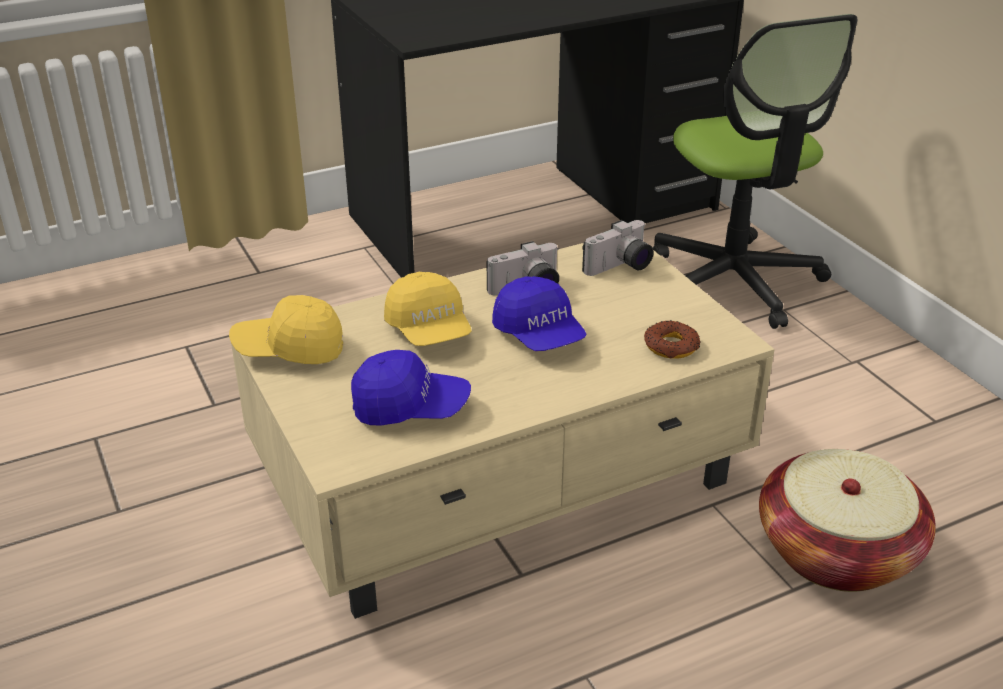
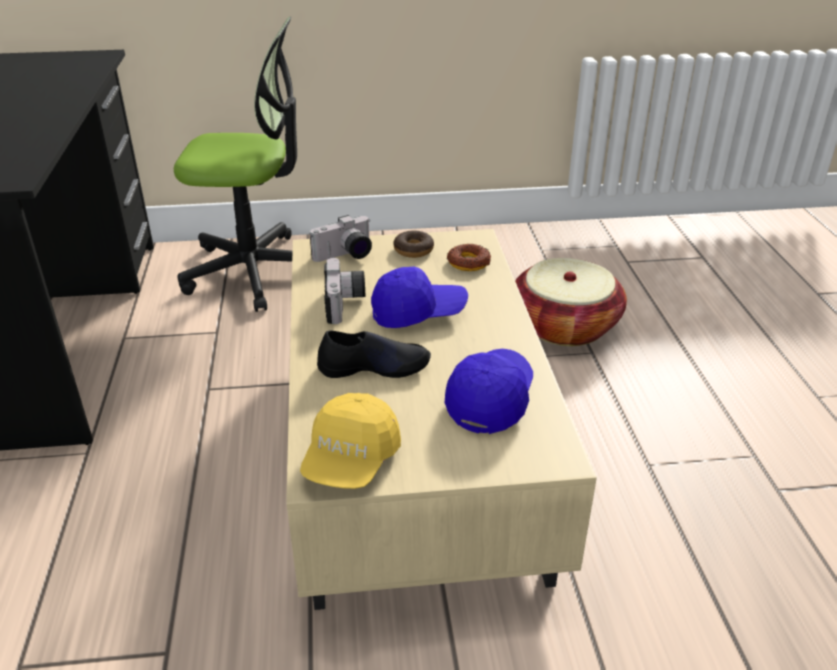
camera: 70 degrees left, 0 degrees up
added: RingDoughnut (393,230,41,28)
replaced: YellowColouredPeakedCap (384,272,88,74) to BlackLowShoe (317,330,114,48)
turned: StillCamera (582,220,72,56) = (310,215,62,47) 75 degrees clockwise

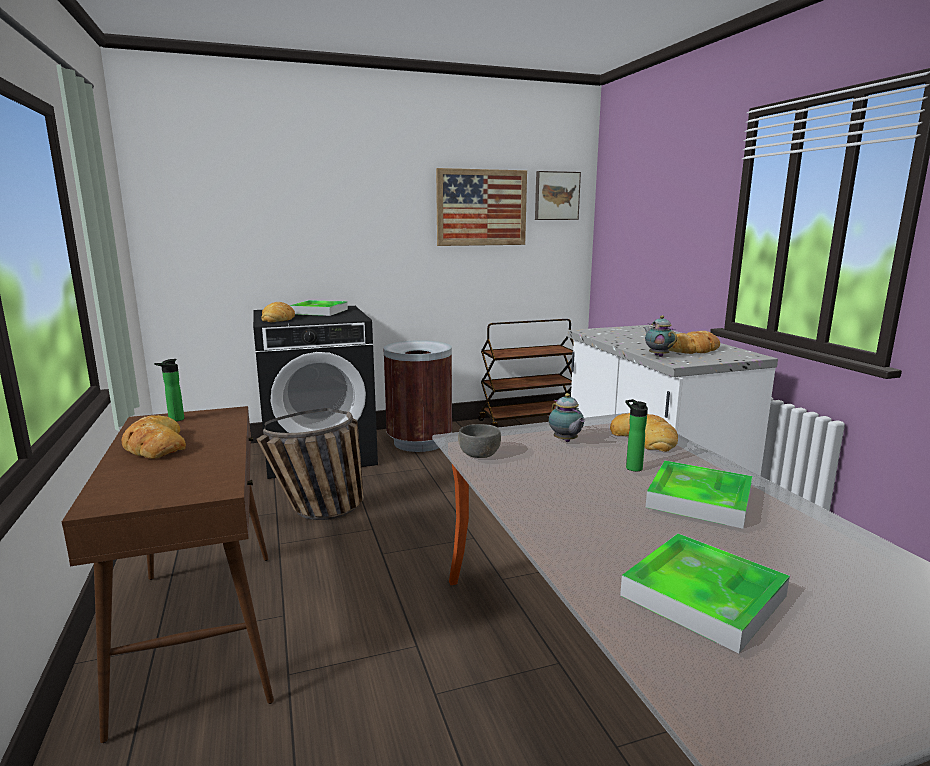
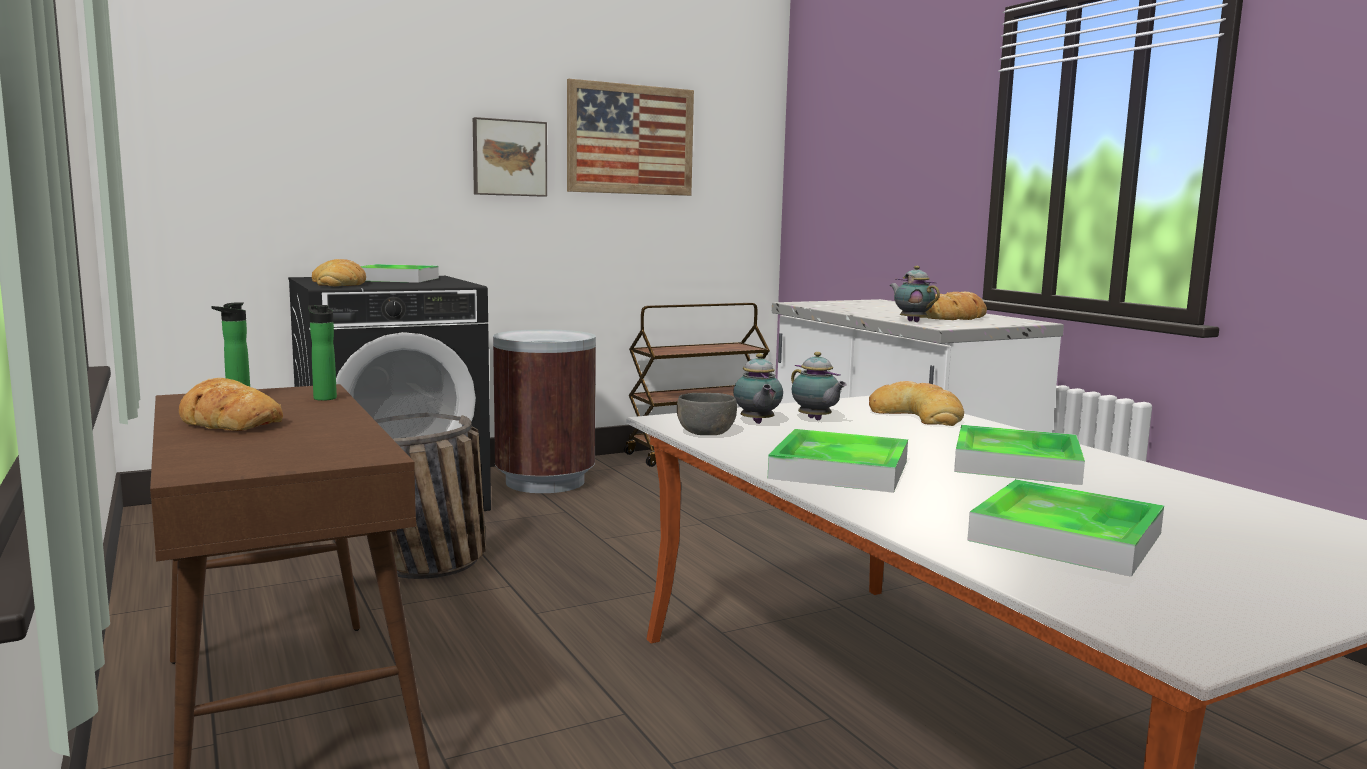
camera: 10 degrees left, 5 degrees down
added: Teapot (733,353,50,71); Tray (768,429,140,64)
moved: WallArt (535,171,46,49) to (473,117,74,80); DrinkBottle (625,399,23,72) to (308,305,29,96)

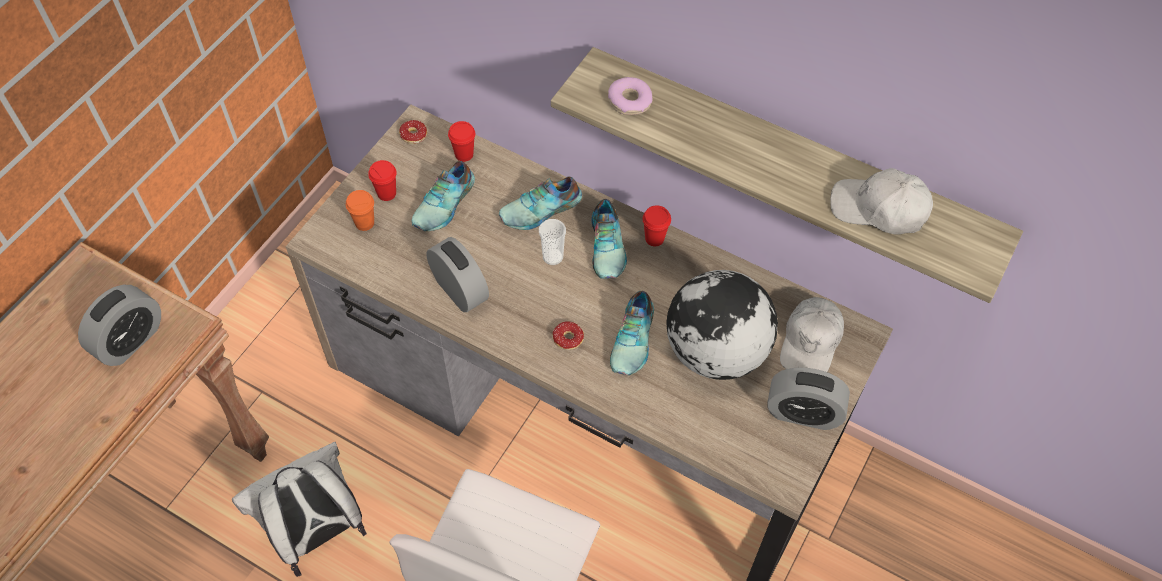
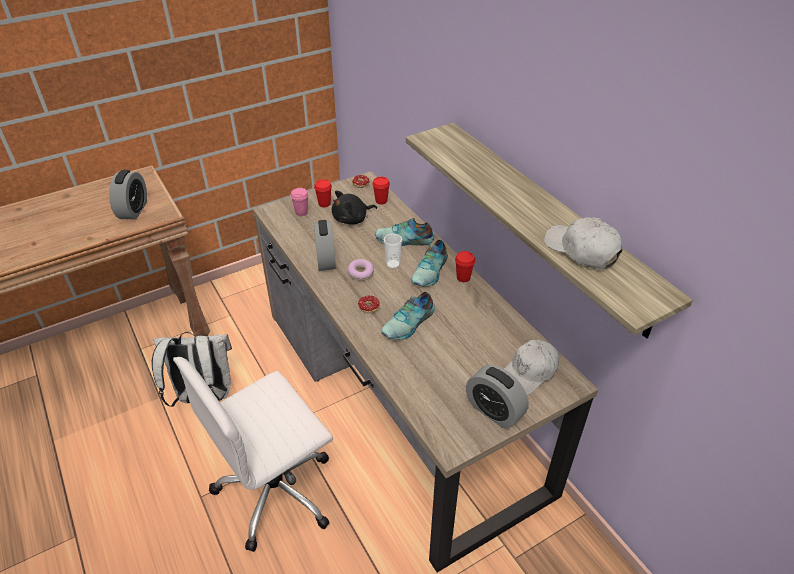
camera: 30 degrees right, 15 degrees down
removed: Globe (666,270,112,110)
moved: RingDoughnut (608,77,45,38) to (348,259,26,22)
replaced: LowShoe (412,161,63,70) to BlackPlushToy (332,191,45,34)
recoloured: OrangeCup (346,190,28,41) to PinkishCup (291,188,18,28)
turned: AlarmClock (78,285,83,81) = (109,170,38,50) 60 degrees counterclockwise

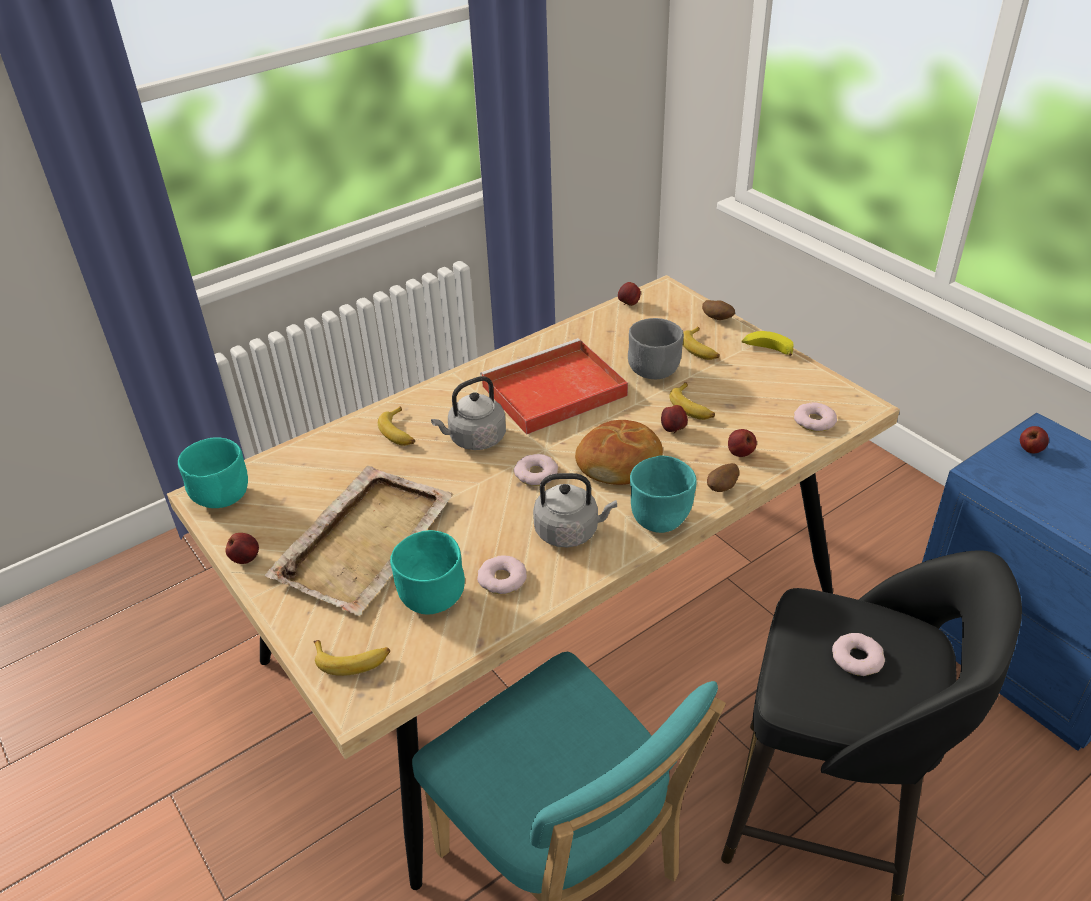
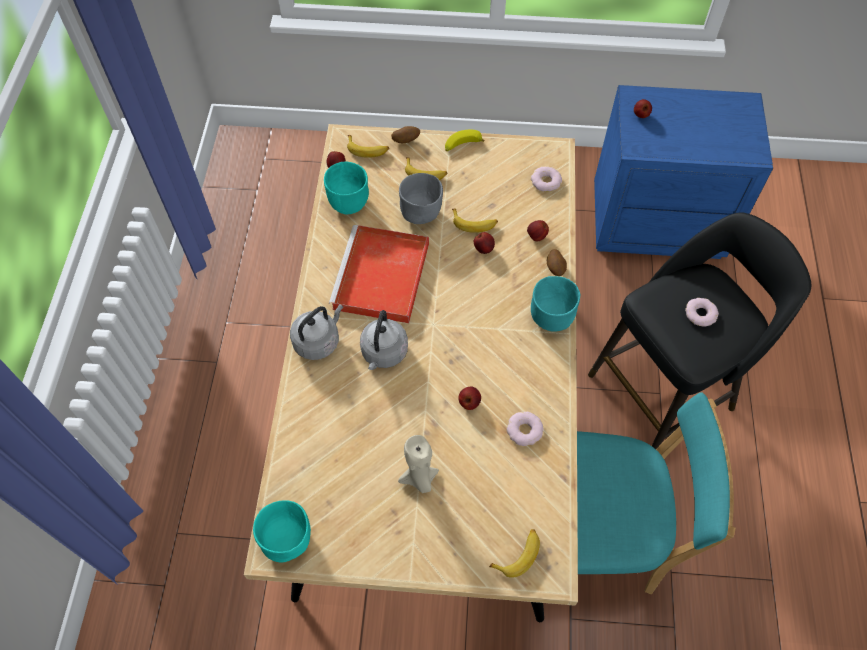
camera: 50 degrees left, 20 degrees up
removed: Bread (575,420,88,65); RingDoughnut (514,454,44,32)
moved: WholeBanana (378,406,37,40) to (347,135,42,23); GreyKettle (533,473,84,74) to (290,304,53,56); TurquoiseColouredServingBowl (390,530,75,85) to (324,162,45,52); AppleFruit (225,533,34,31) to (458,387,23,23)
replaced: BeigeColouredTray (265,466,189,150) to BeigeColouredWaxCandle (398,435,41,58)

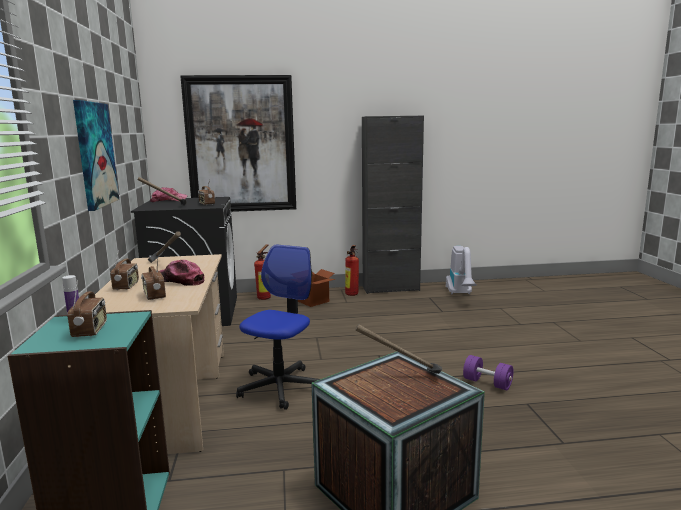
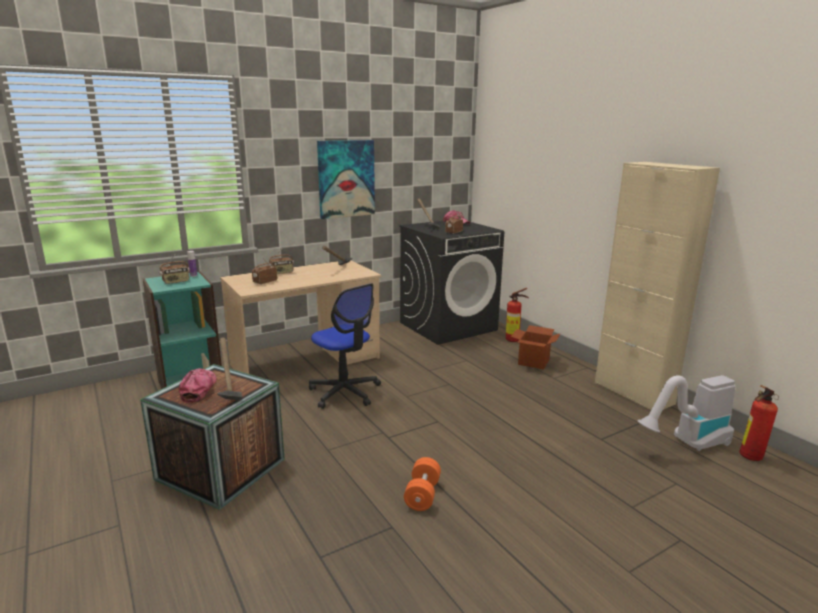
camera: 65 degrees right, 5 degrees up
removed: WallArt (180,75,116,137)
moved: FireFightingCylinder (345,245,14,51) to (740,385,39,76); PeakedCap (160,260,44,26) to (179,368,38,35)
recoloured: BlackCupboard (362,115,62,179) to BeigeColouredCupboard (595,162,125,248); PurplishDumbbell (463,355,51,35) to OrangeDumbbell (404,457,37,54)
turned: OfficeChair (236,244,84,166) = (309,283,72,126) 45 degrees clockwise

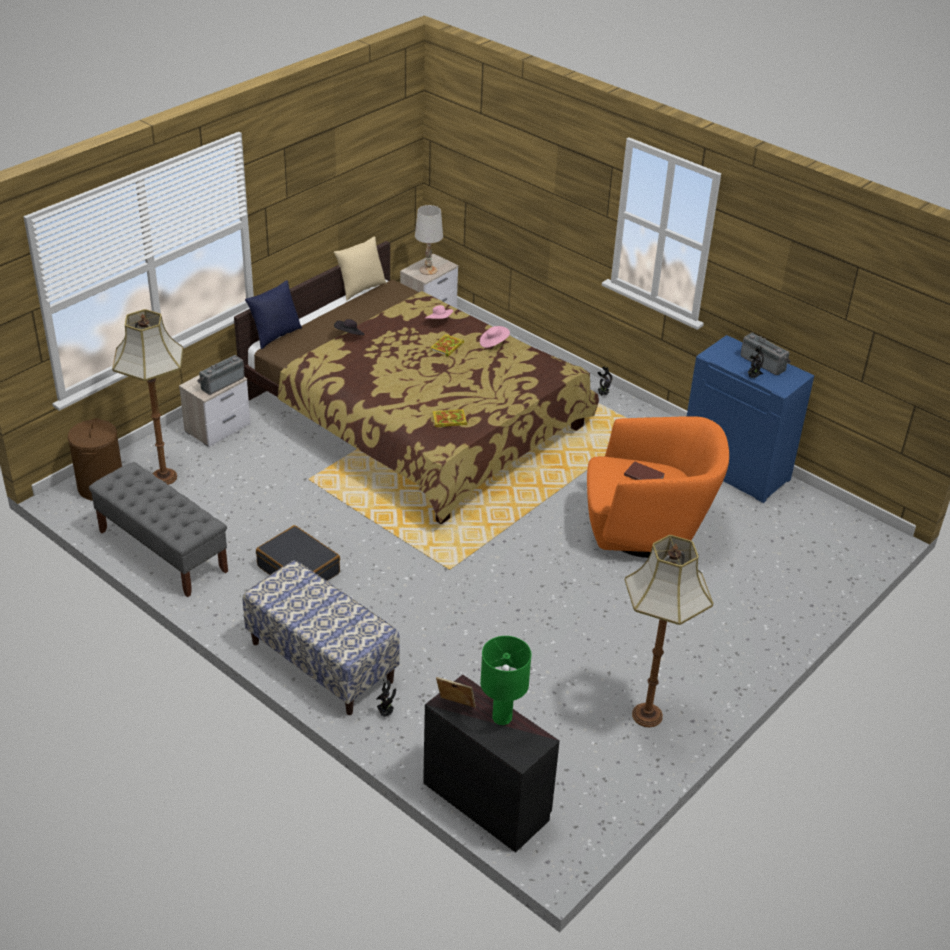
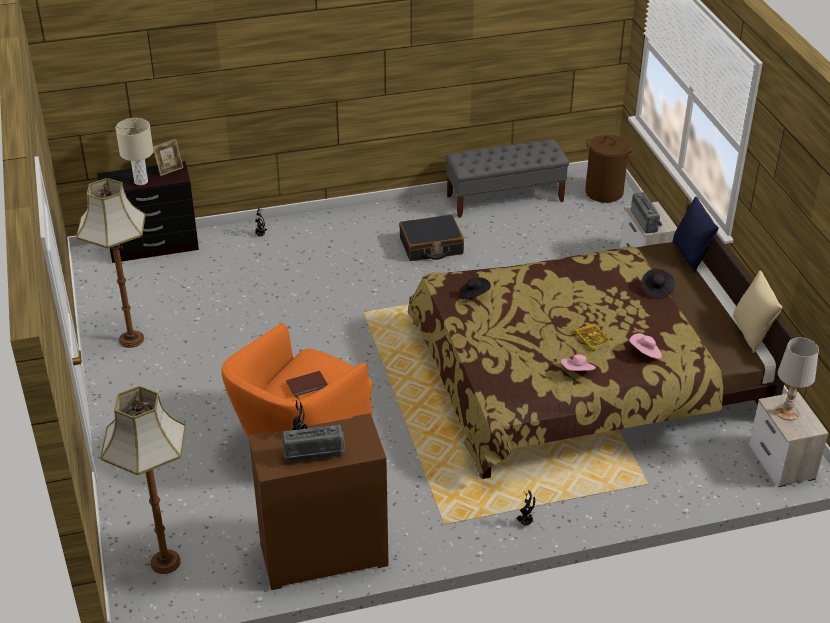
camera: 125 degrees right, 0 degrees up
removed: LongSeat (243,560,157,155)
moved: StandingLamp (112,309,71,176) to (100,386,86,188)
replaced: Book (433,409,34,18) to BlackWearableHat (459,277,32,22)
recoloured: BluishCupboard (687,335,127,168) to BrownColouredCupboard (249,413,140,177); GreenColouredTableLamp (480,636,51,89) to BeigeColouredTableLamp (116,118,38,67)

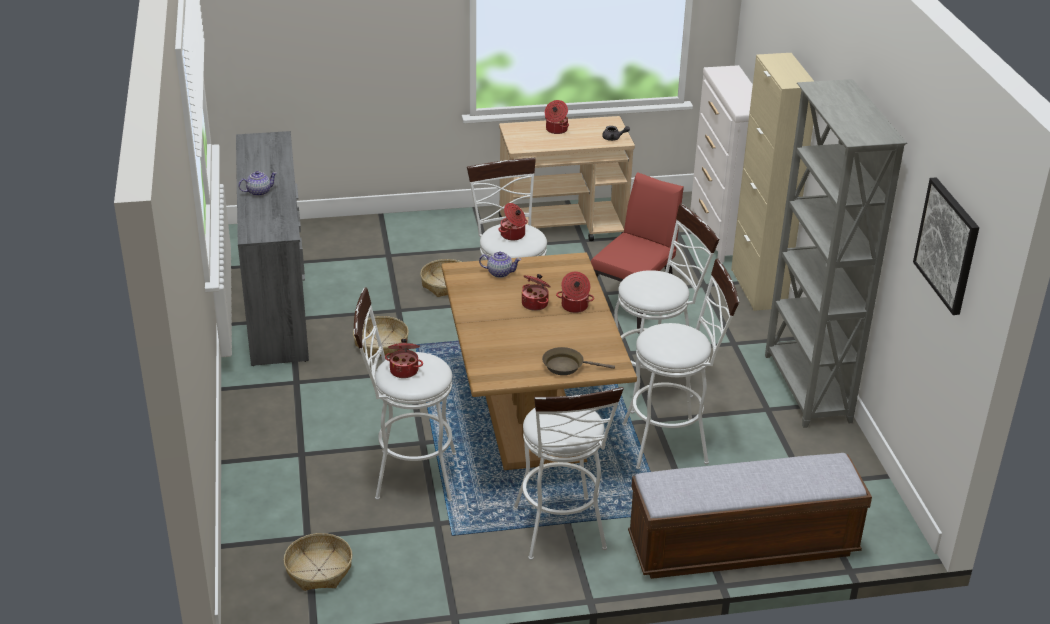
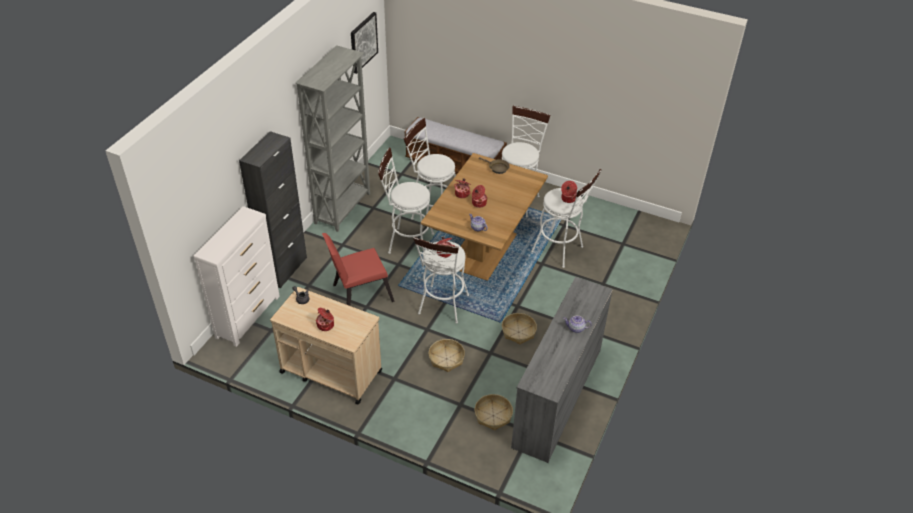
camera: 145 degrees left, 10 degrees up
moved: Basket (284,533,68,58) to (475,394,38,36)
recoloured: BeigeColouredCupboard (731,53,85,258) to BlackCupboard (239,131,68,157)

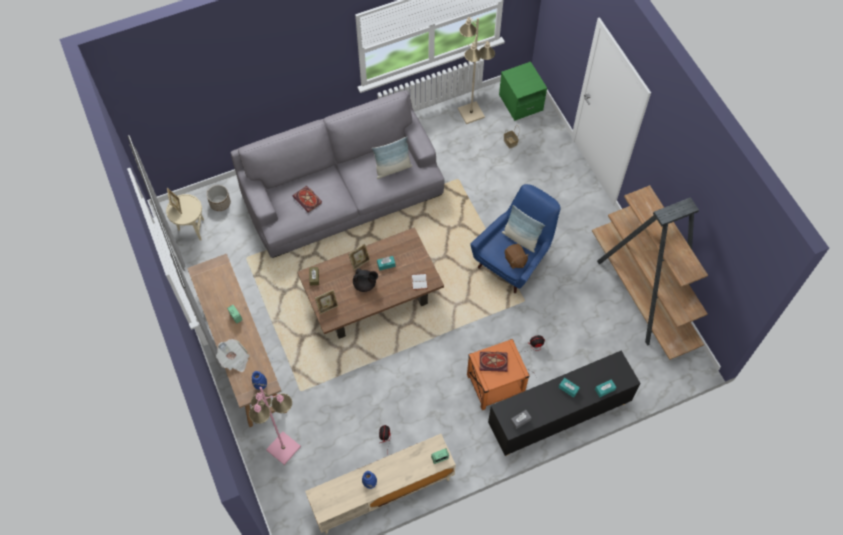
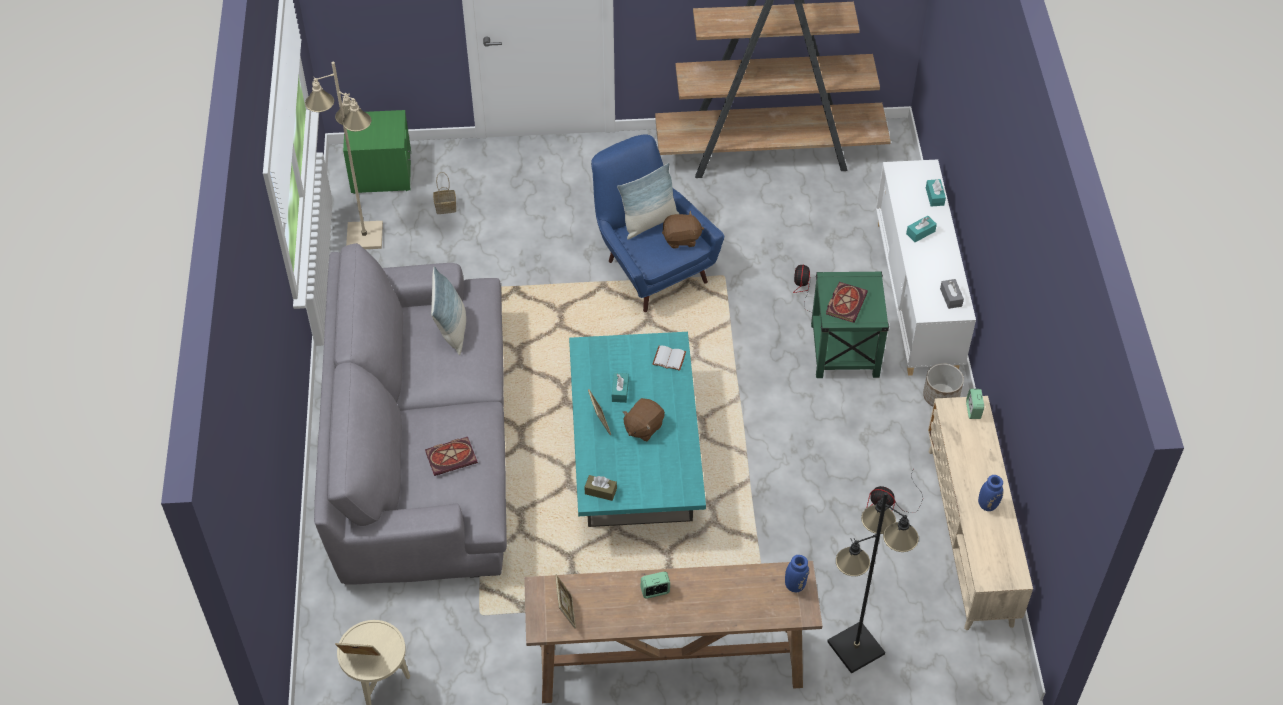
camera: 70 degrees left, 10 degrees down
removed: Newspaper (216,339,34,33)
moved: PlantPot (206,185,25,26) to (923,363,41,44); StandingFrame (315,290,23,24) to (555,575,21,53)
replaced: BlackTeapot (353,268,25,24) to BrownColouredPlushToy (623,398,42,43)
recoloured: BrownColouredLoungeTable (297,227,147,112) to TurquoiseColouredLoungeTable (569,332,137,195); OrangeSideTable (467,339,63,71) to GreenColouredSideTable (811,271,78,107); BlackCupboard (488,351,153,105) to WhitishCupboard (876,159,100,217); PinkishStandingLamp (249,387,52,78) to BlackStandingLamp (827,492,92,182)

